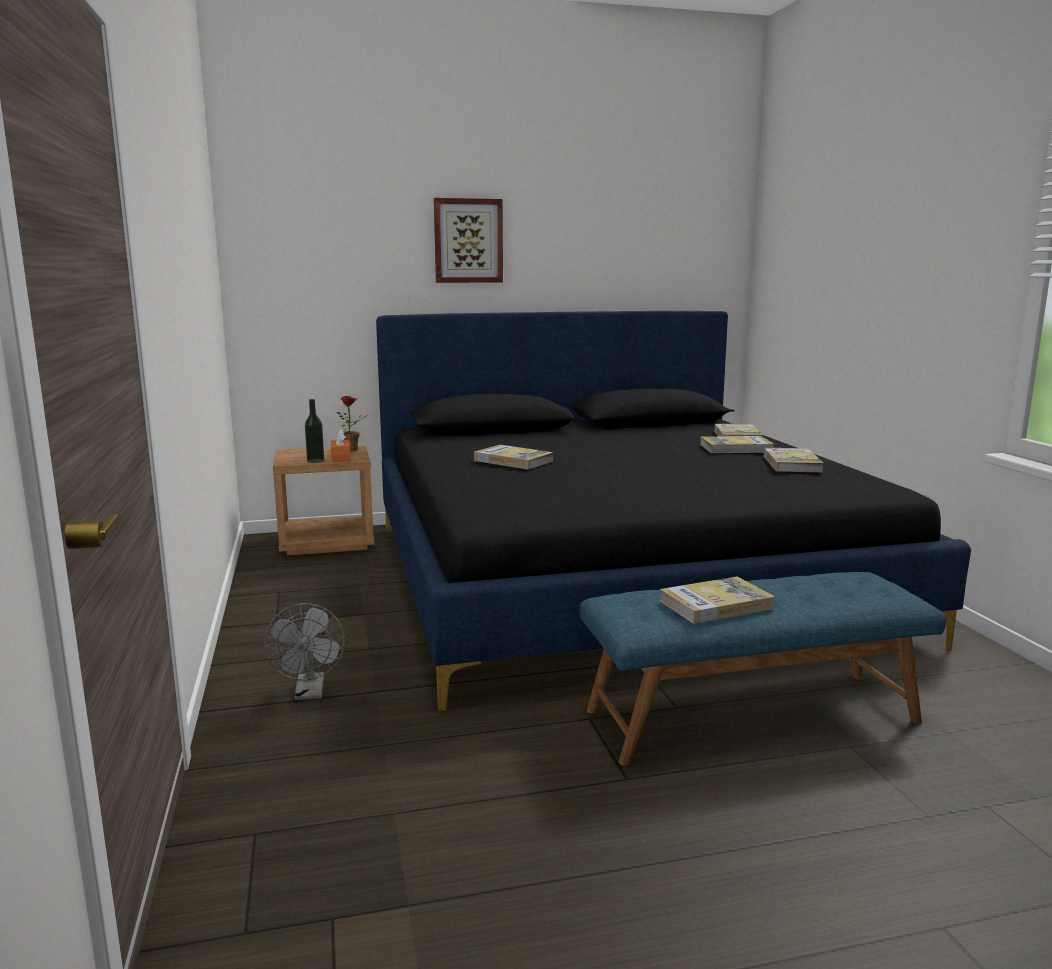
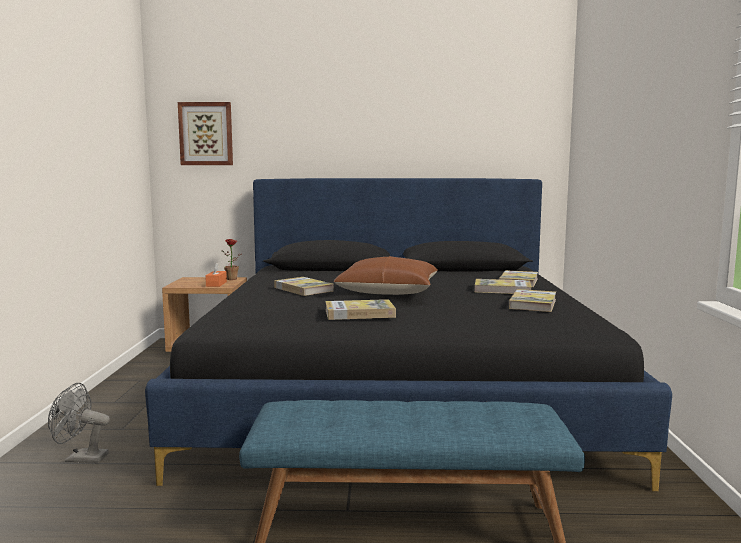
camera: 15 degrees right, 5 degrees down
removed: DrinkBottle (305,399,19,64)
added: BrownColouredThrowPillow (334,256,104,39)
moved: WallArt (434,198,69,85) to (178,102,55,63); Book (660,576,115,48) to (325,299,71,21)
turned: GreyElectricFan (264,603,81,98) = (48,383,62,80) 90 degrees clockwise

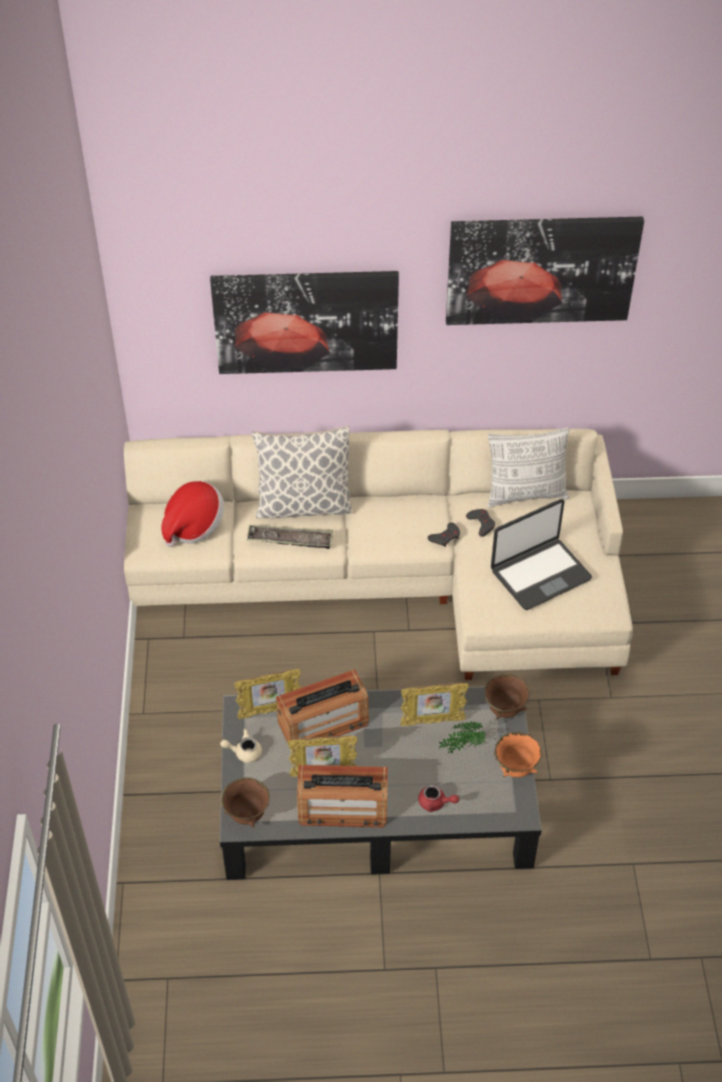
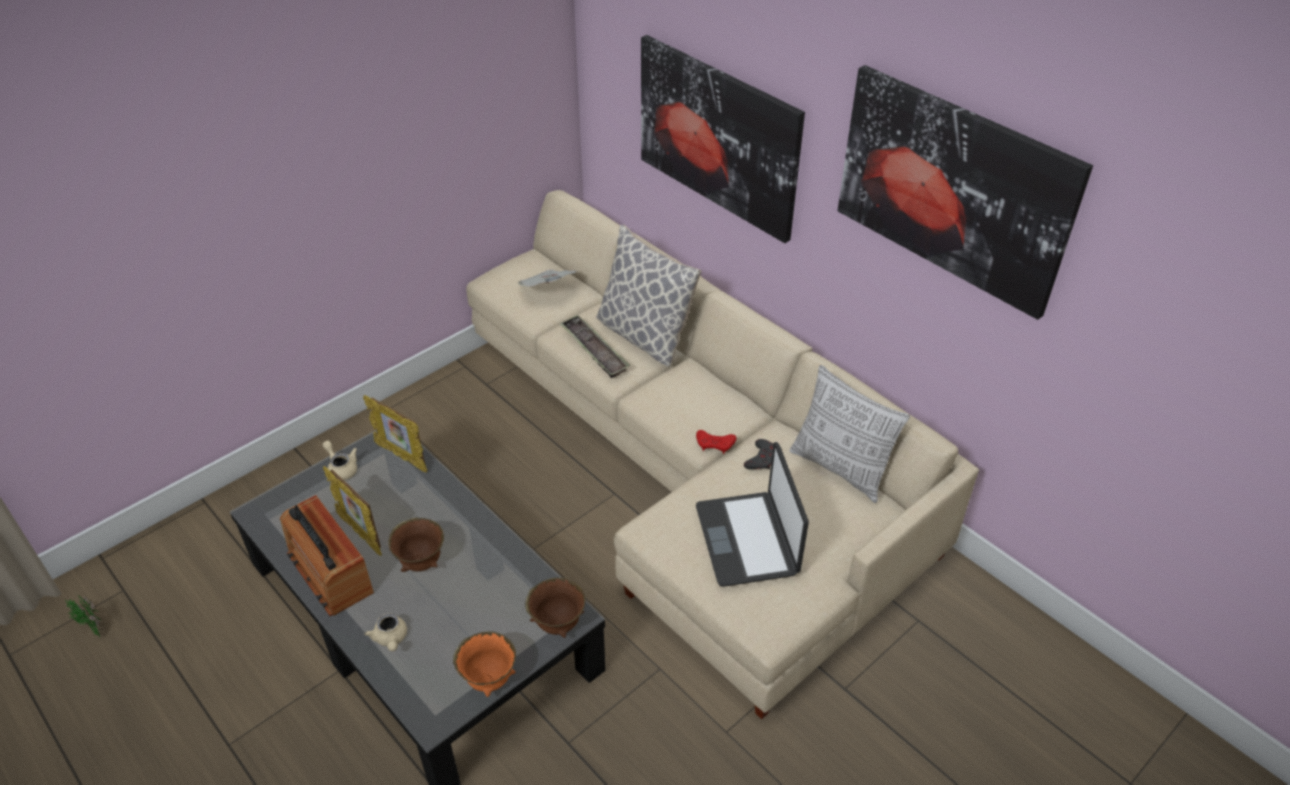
camera: 50 degrees right, 5 degrees down
removed: Radio (276,669,93,82); StandingFrame (400,683,69,43)
moved: PottedPlant (439,721,47,33) to (66,595,34,42); BrownColouredServingBowl (220,777,50,50) to (388,517,56,55)
replaced: WearableHat (161,481,63,66) to Newspaper (518,269,58,17)
recoloured: GreyGamepad (428,522,32,25) to RedColouredGamepad (696,430,40,24); RedColouredTeapot (418,785,41,27) to BeigeColouredTeapot (364,613,43,38)
turned: PortableComputer (491,499,101,111) = (696,442,113,145) 60 degrees clockwise

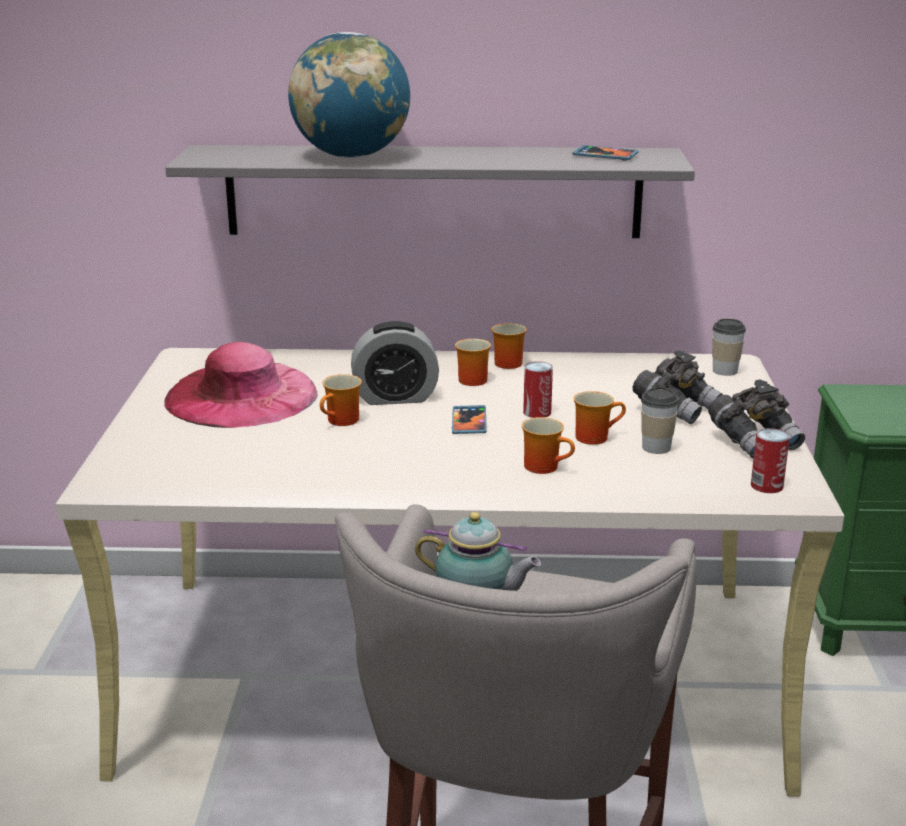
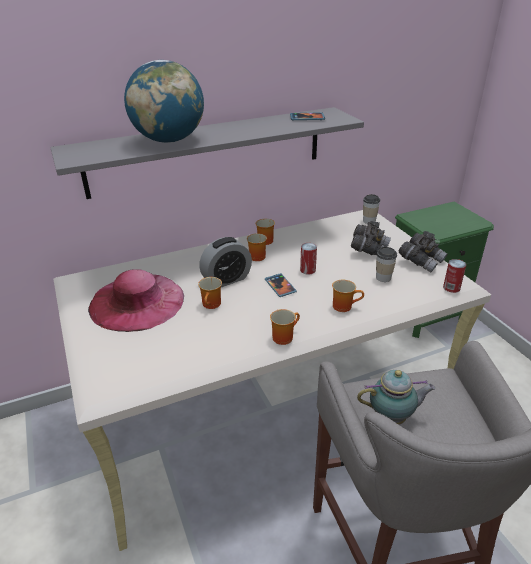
camera: 25 degrees left, 10 degrees up
moved: Mug (573,391,53,54) to (270,309,30,36)

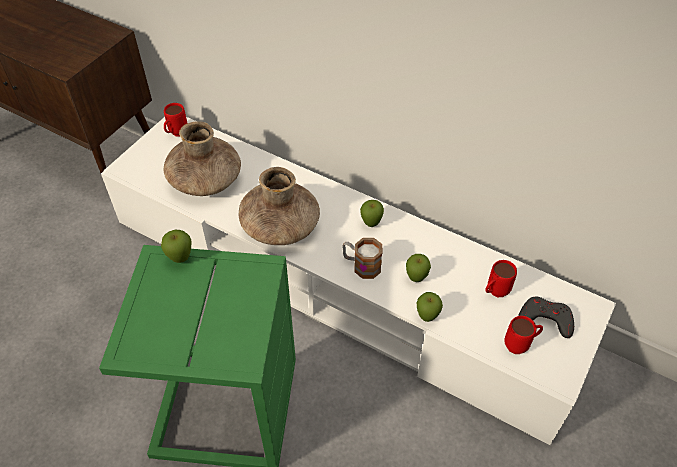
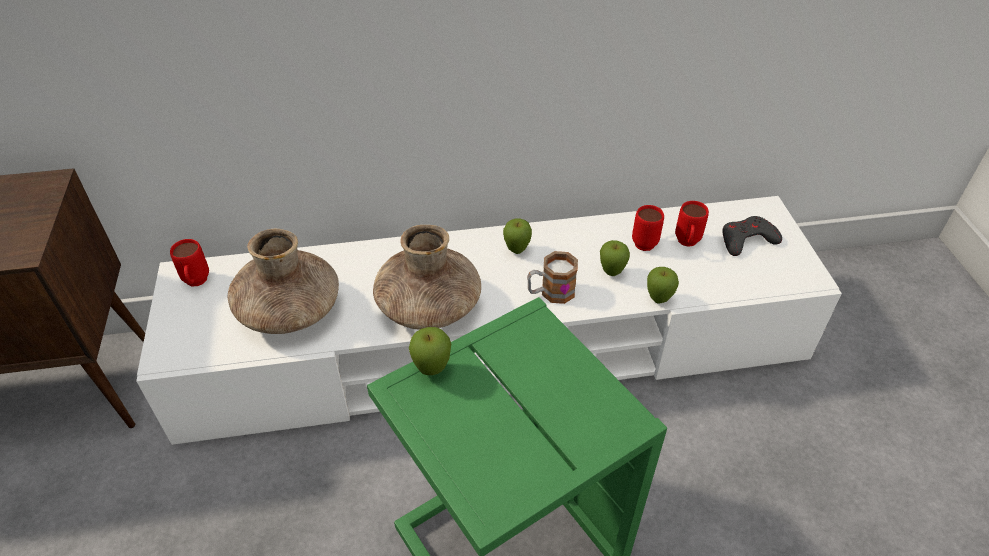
camera: 40 degrees left, 5 degrees down
moved: RedColouredMug (504,316,39,38) to (632,205,32,46)

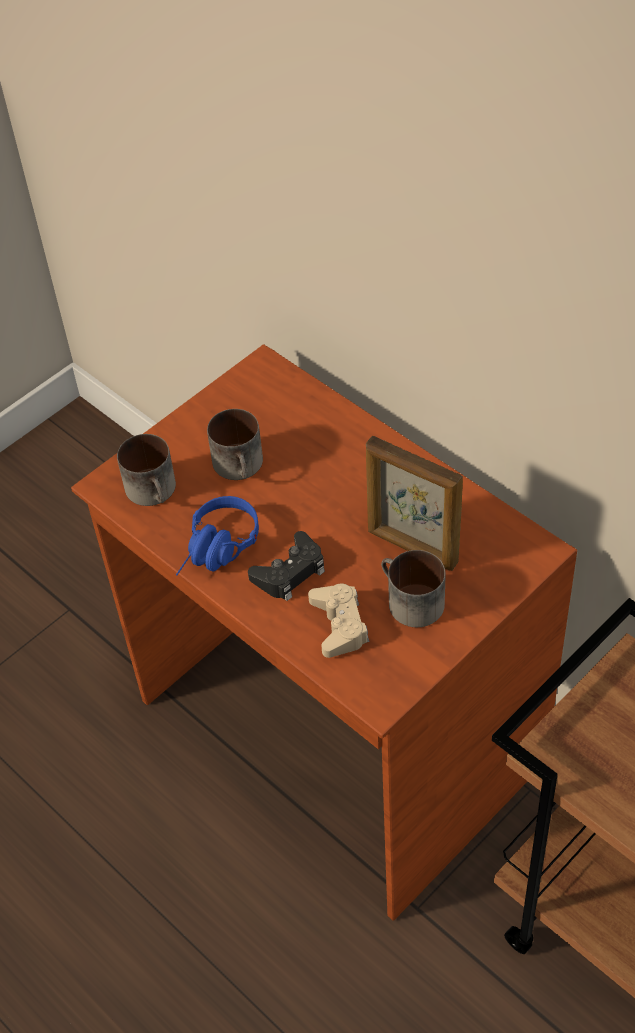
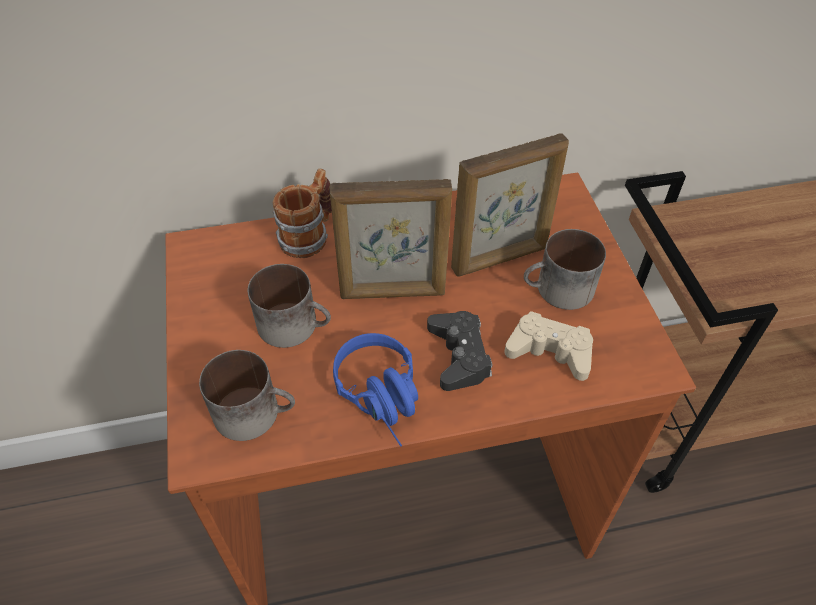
camera: 60 degrees left, 0 degrees up
added: Mug (273,168,59,90); StandingFrame (330,179,122,120)

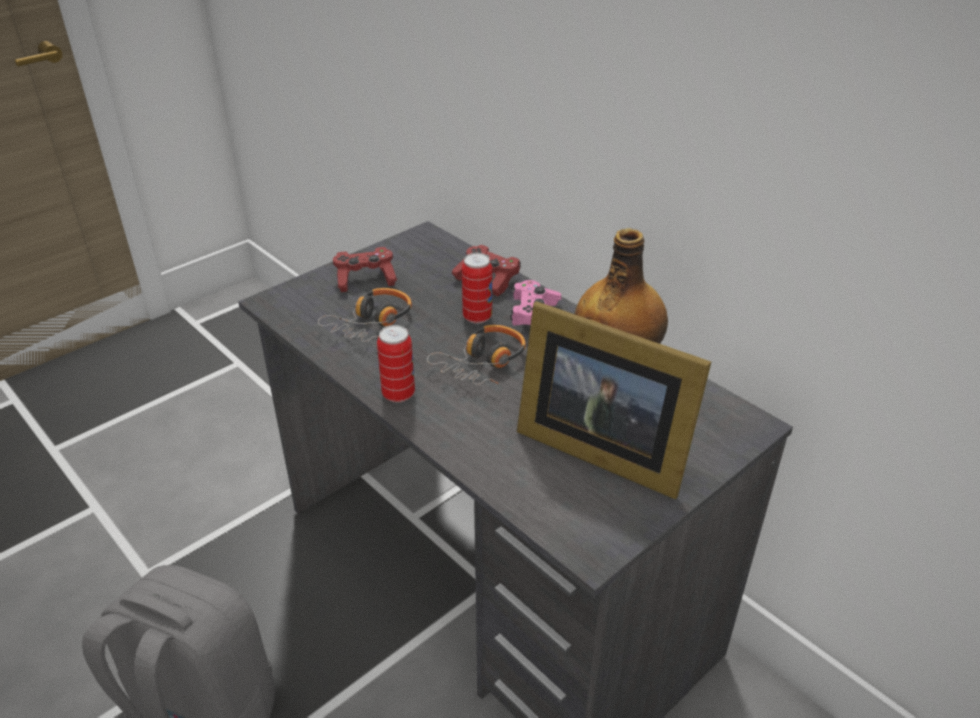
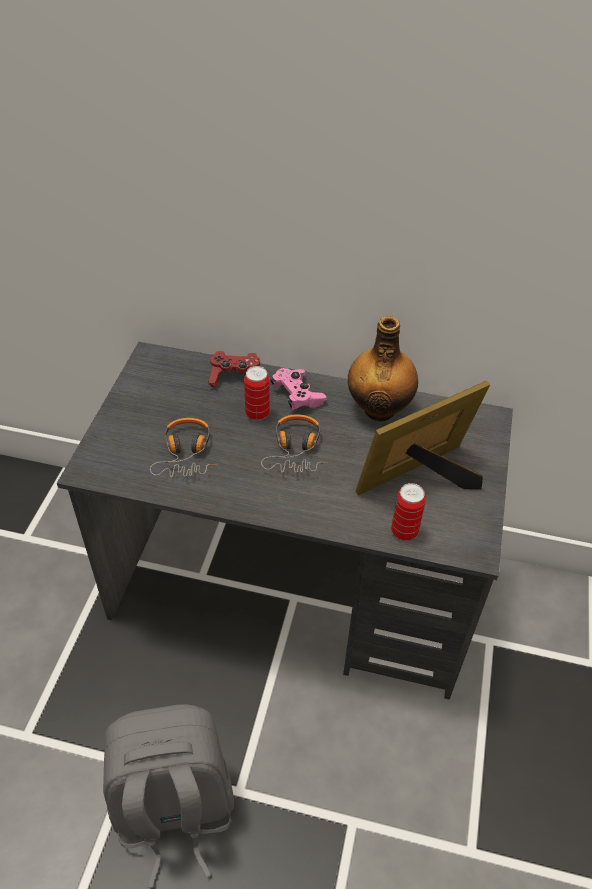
camera: 35 degrees left, 10 degrees up
removed: RedColouredGamepad (333,247,64,45)
moved: SealedCan (377,325,38,78) to (391,483,35,58)
turned: StandingFrame (517,301,194,198) = (355,381,135,114) 150 degrees clockwise

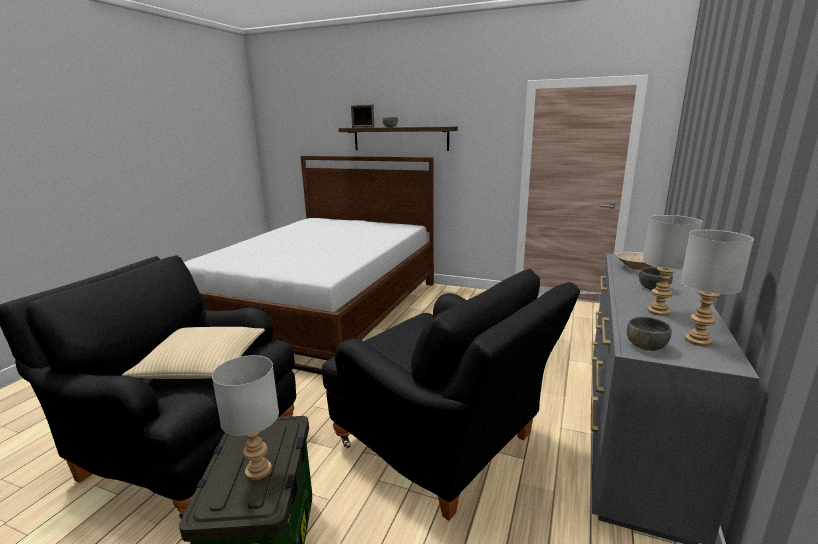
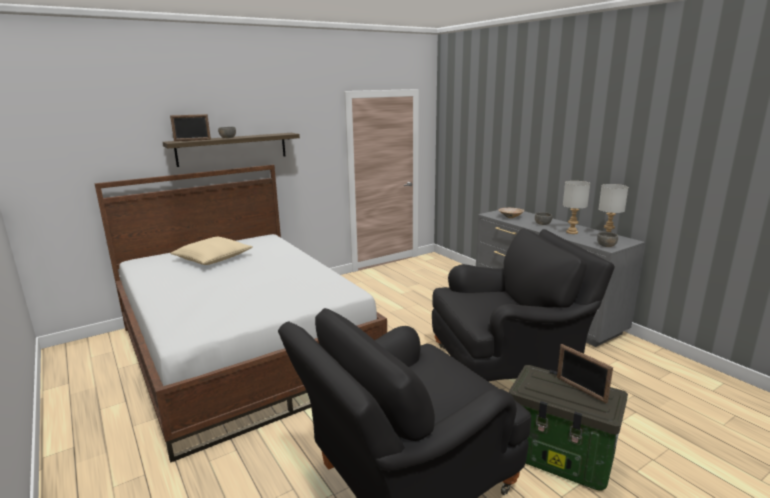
camera: 55 degrees left, 0 degrees up
moved: BeigeColouredThrowPillow (122,327,143,52) to (170,237,83,28)
replaced: GreyTableLamp (212,355,67,125) to StandingFrame (557,344,56,60)

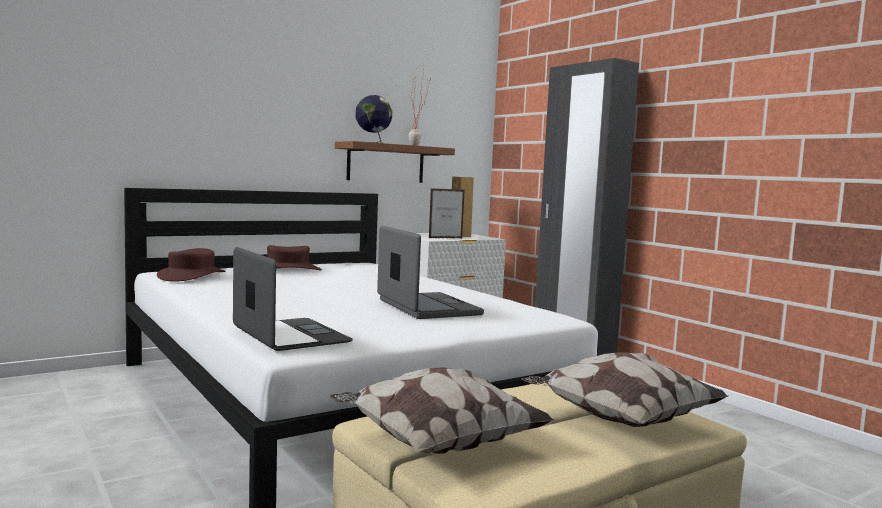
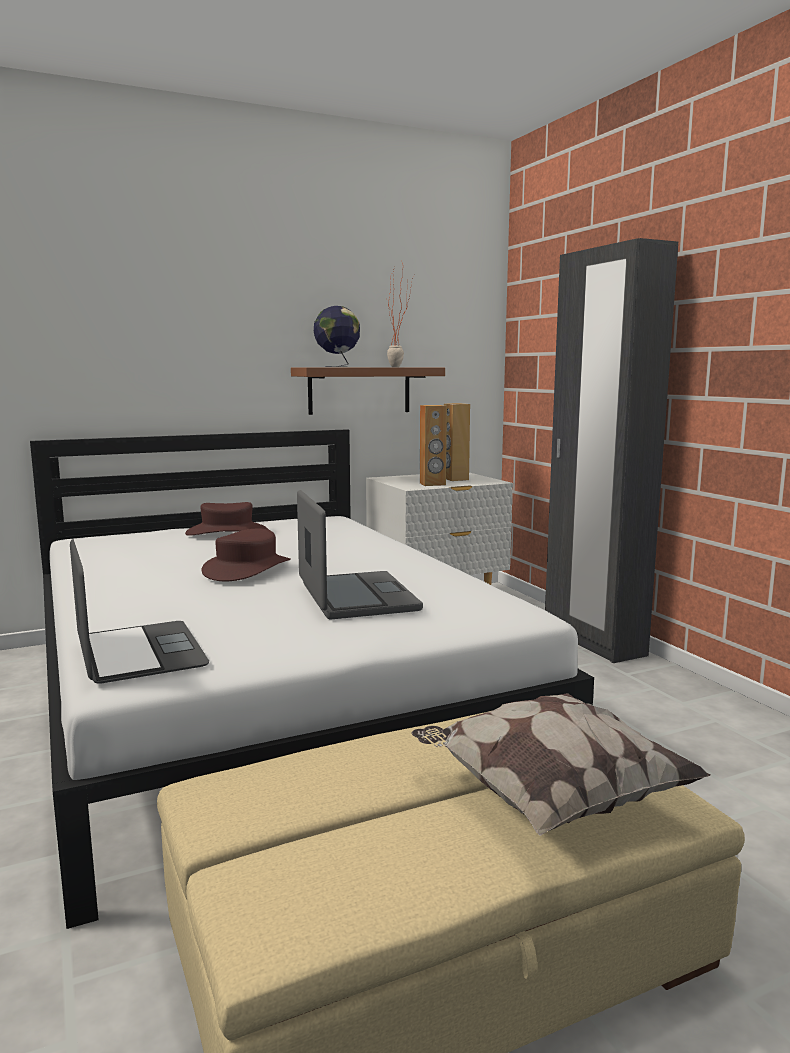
camera: 10 degrees right, 5 degrees up
removed: ThrowPillow (330,367,225,87)
moved: BrownColouredWearableHat (157,248,68,34) to (201,529,90,52)
replaced: StandingFrame (429,188,36,50) to BrownColouredAudioSpeaker (420,405,27,81)

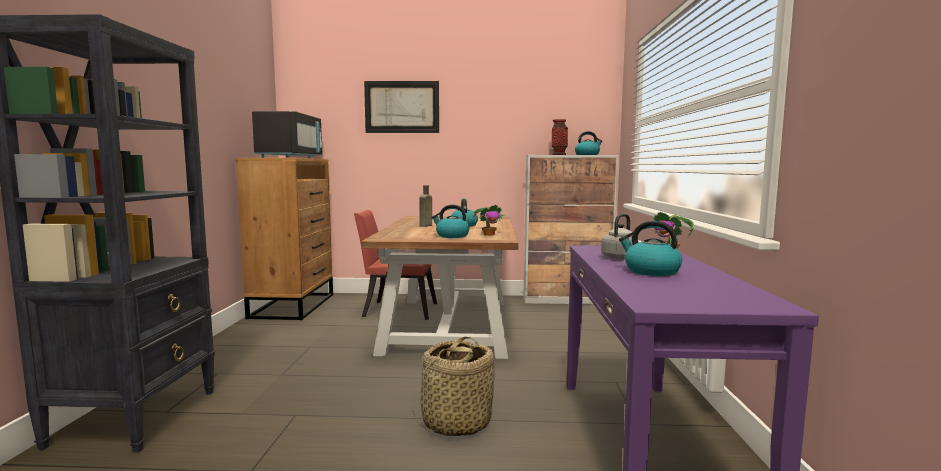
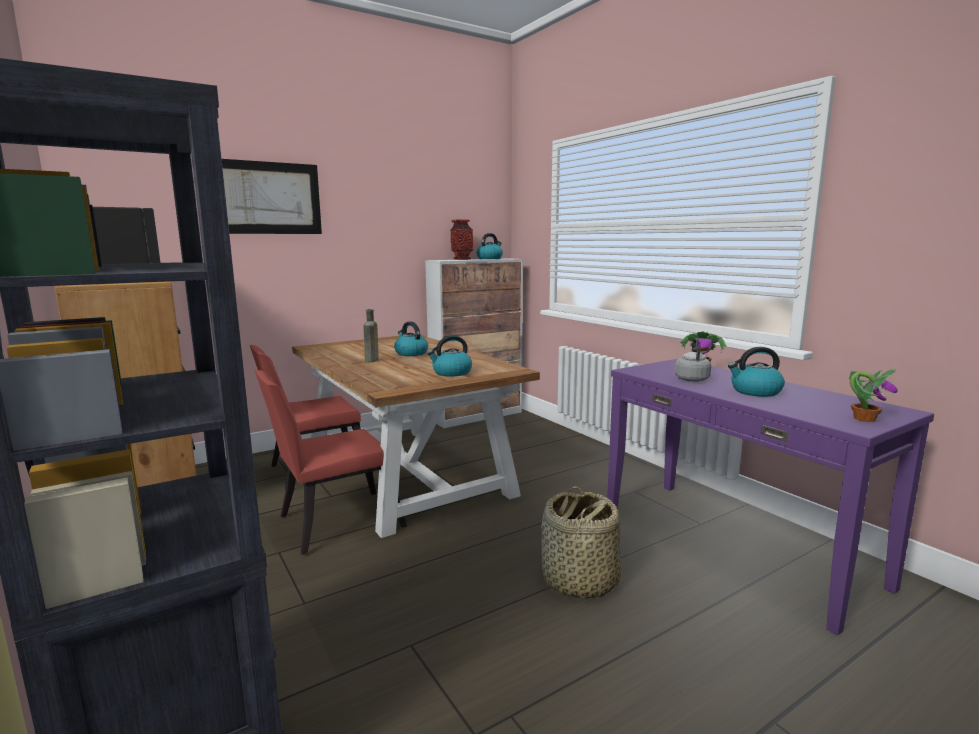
camera: 35 degrees left, 5 degrees up
added: RedColouredChair (254,370,153,185)
moved: PottedPlant (473,205,32,31) to (849,369,49,53)

